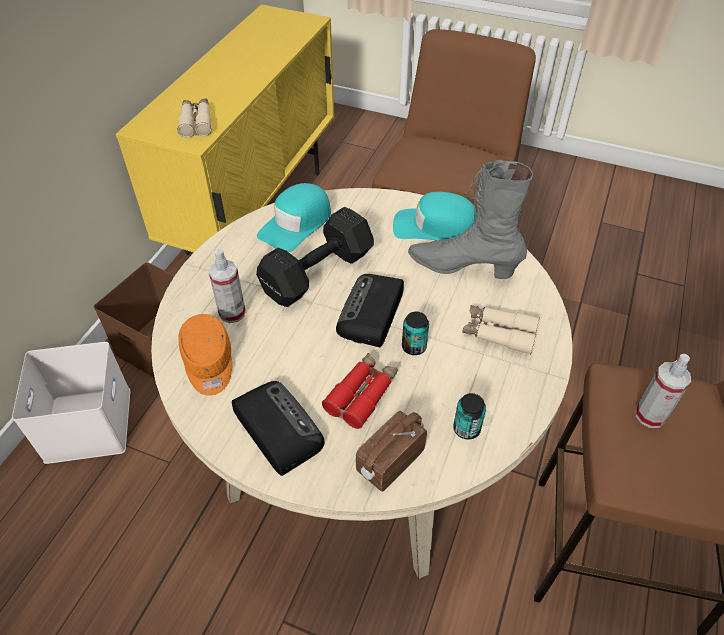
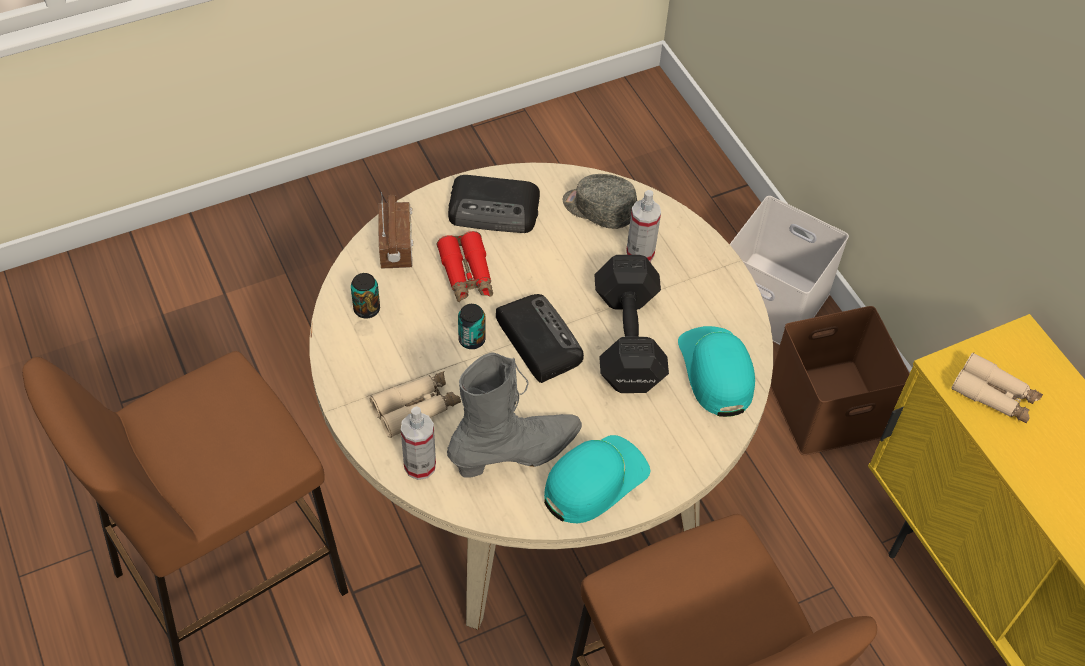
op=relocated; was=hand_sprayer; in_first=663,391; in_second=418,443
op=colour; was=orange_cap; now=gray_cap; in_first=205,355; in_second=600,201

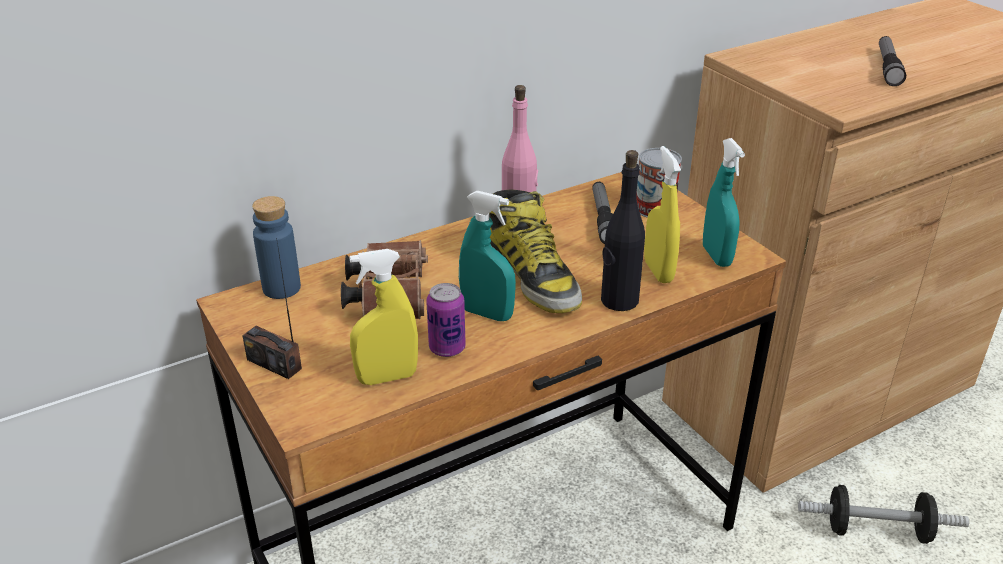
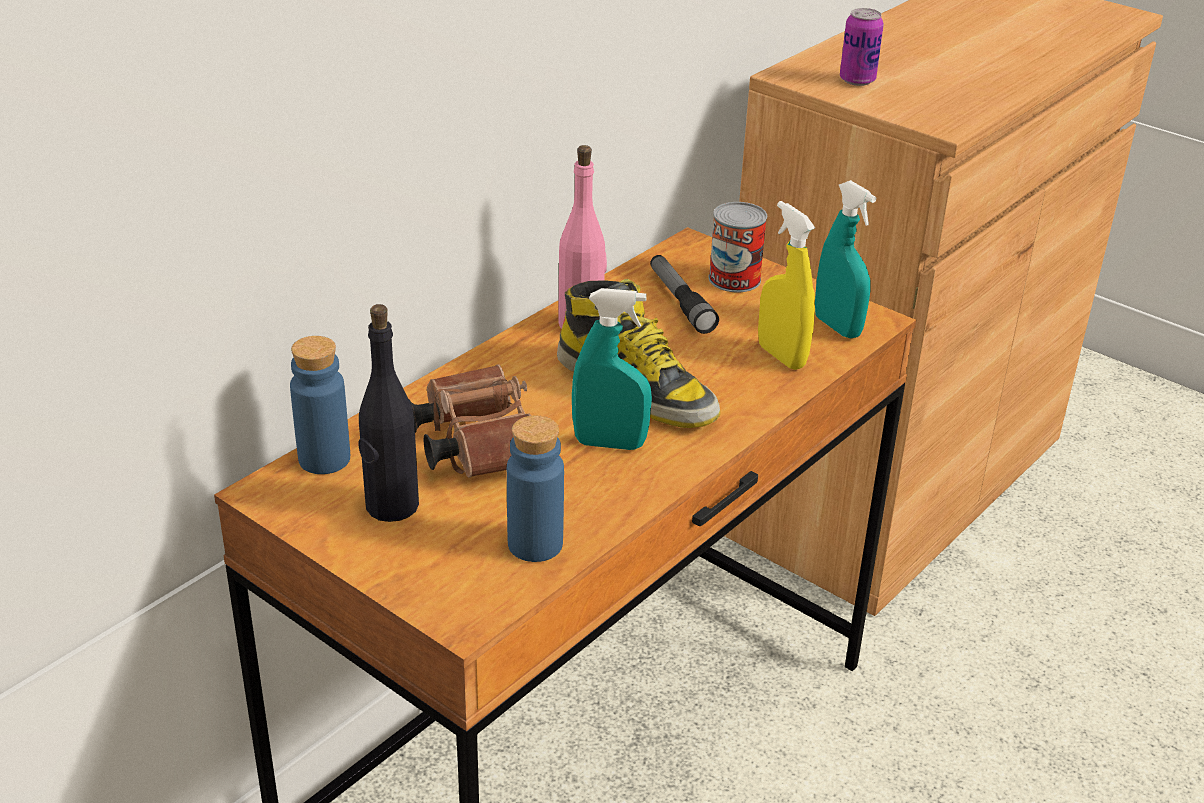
op=relocated; was=blackish_bottle; in_first=623,230; in_second=388,413
op=exchanged; was=yellow-coloured_hand_sprayer; now=blue-coloured_bottle; in_first=384,317; in_second=535,488
op=relocated; was=sealed_can; in_first=446,320; in_second=862,47
op=missing; was=radio_receiver; in_first=272,310
op=missing; was=hand_weight; in_first=883,514
op=missing; was=flashlight; in_first=892,61

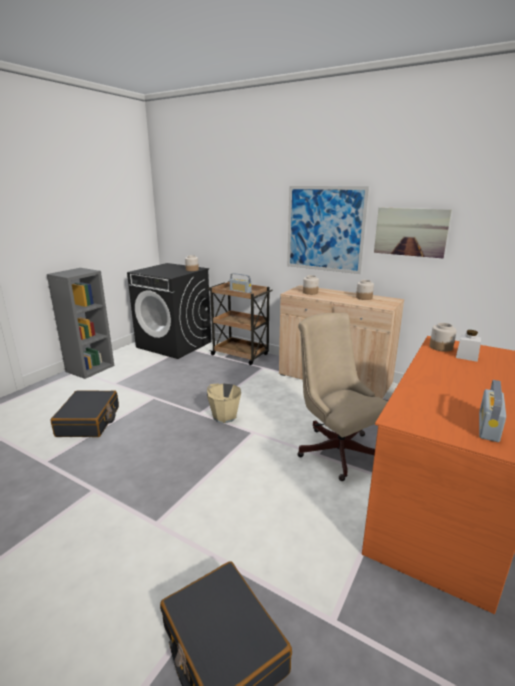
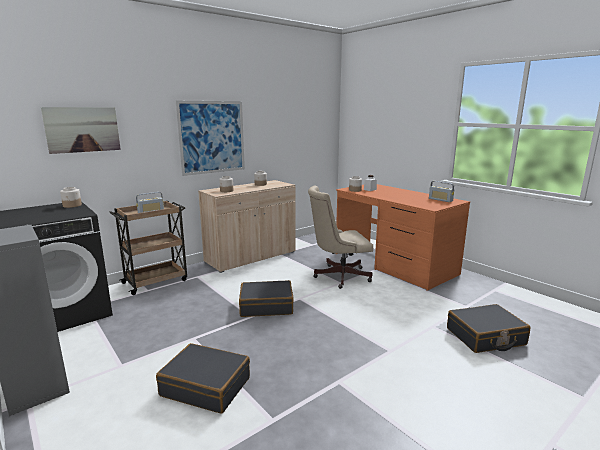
op=relocated; was=picture; in_first=413,232; in_second=81,130
op=exchanged; was=sand-coloured_water_bucket; now=blackish_travel_case; in_first=224,403; in_second=266,298

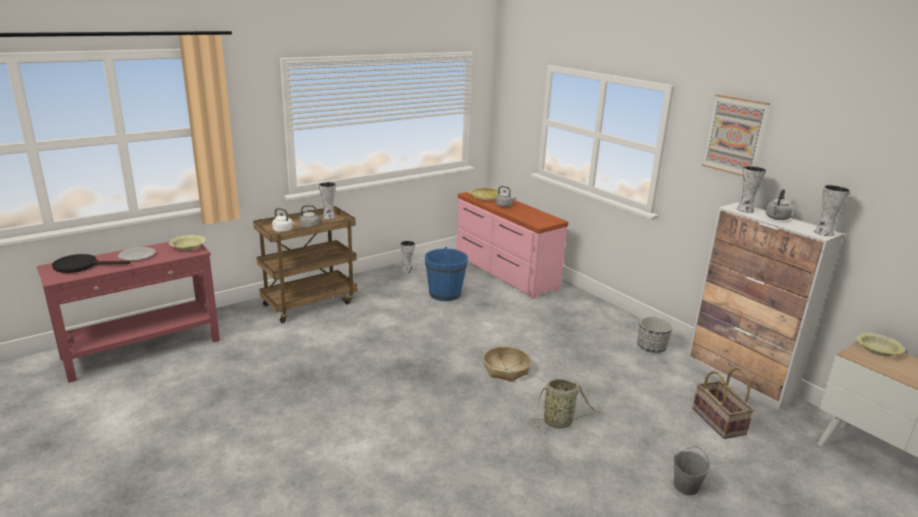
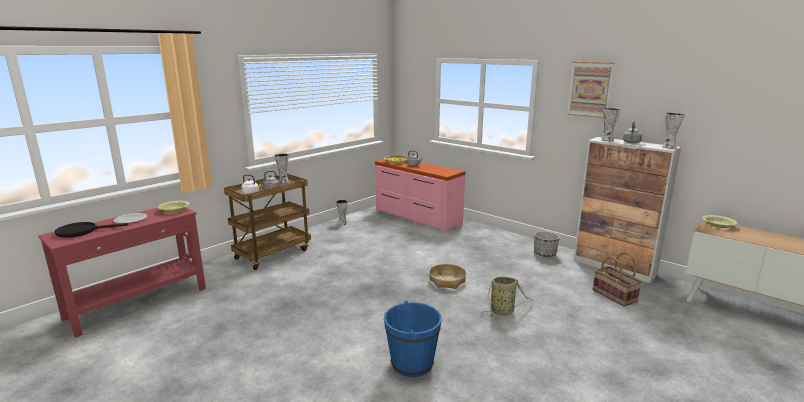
op=relocated; was=blue-coloured_water_bucket; in_first=446,274; in_second=413,338
op=missing; was=gray_water_bucket; in_first=691,470

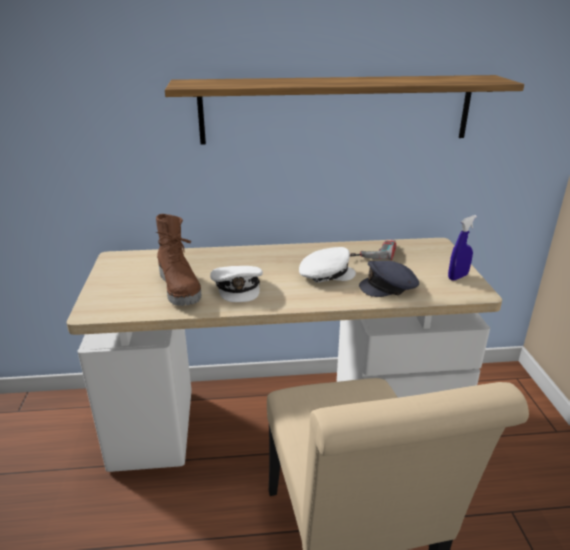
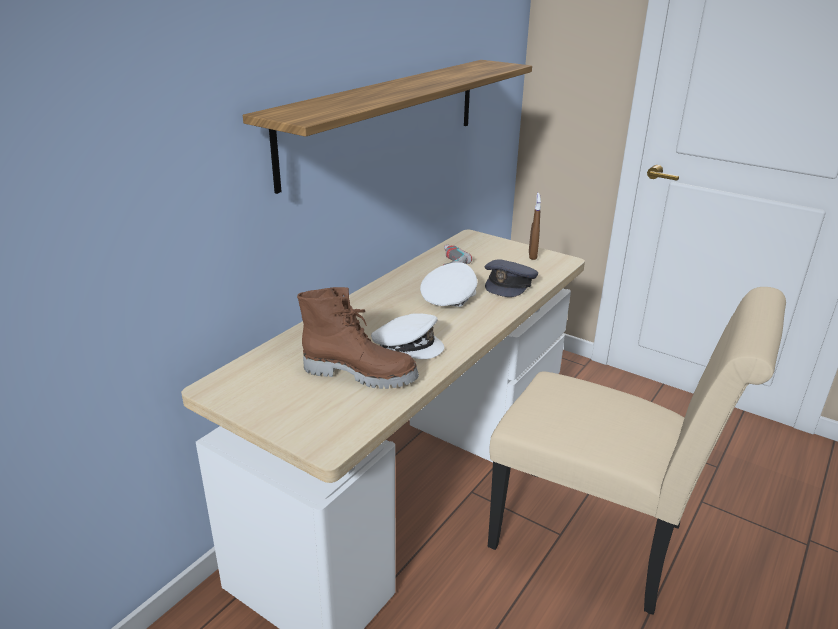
op=colour; was=blue-coloured_hand_sprayer; now=brown_hand_sprayer; in_first=462,248; in_second=535,226

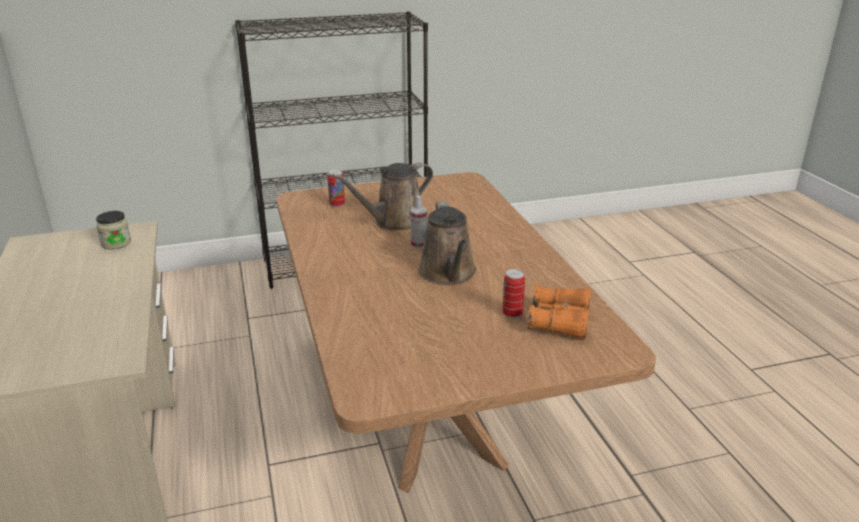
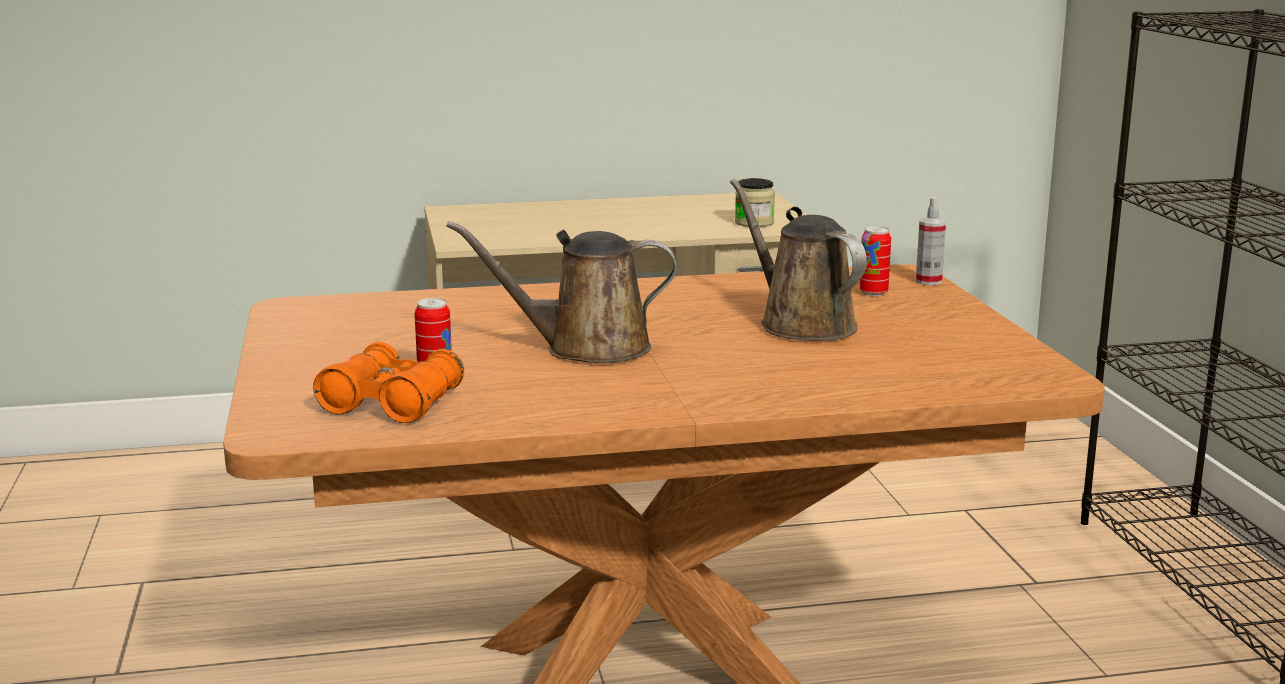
op=relocated; was=hand_sprayer; in_first=418,222; in_second=931,241

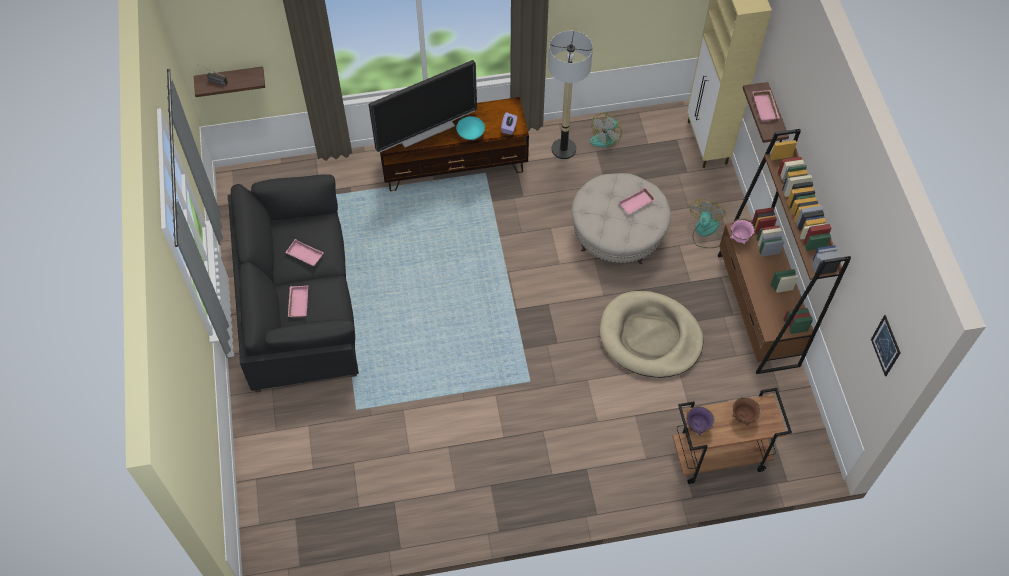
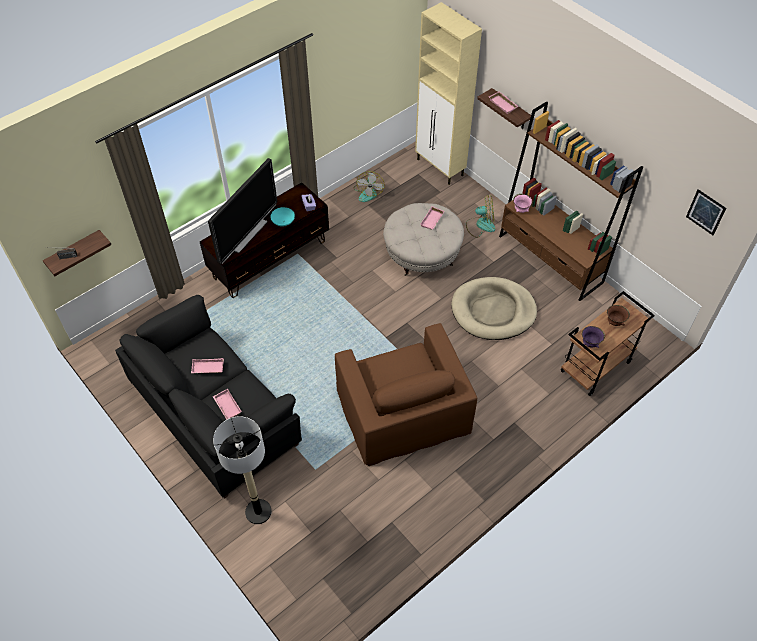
op=relocated; was=floor_lamp; in_first=570,95; in_second=242,470
op=appeared; now=brown_armchair; in_second=406,394
op=spun; was=fan; in_first=707,223; in_second=480,216; clockwise=105

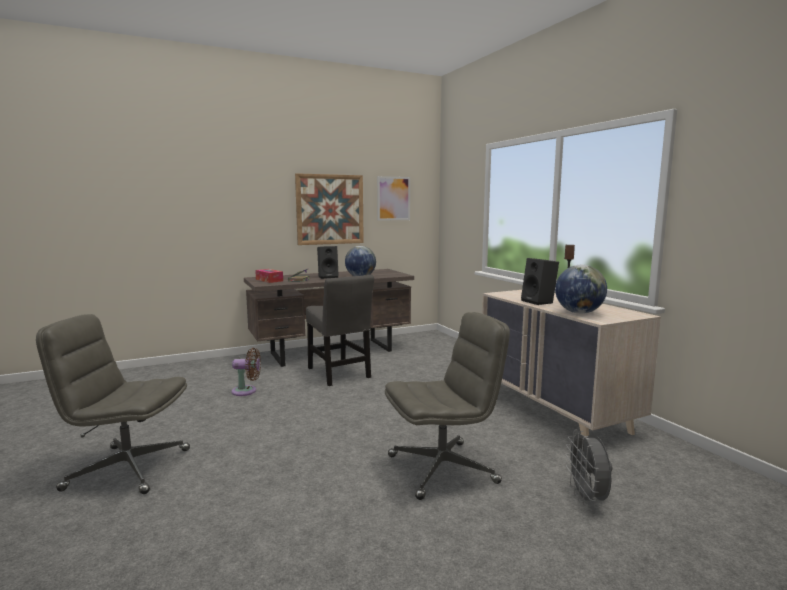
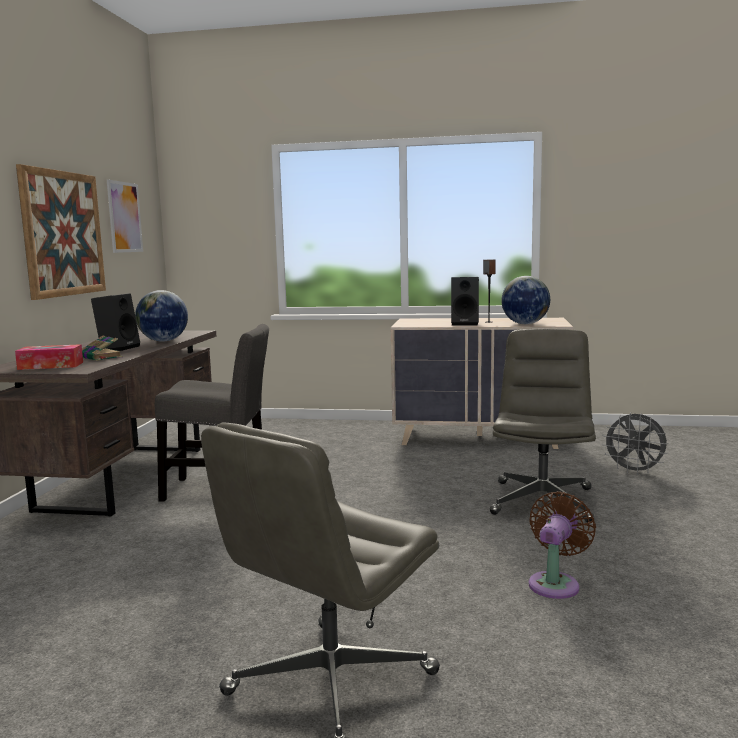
op=relocated; was=brown_fan; in_first=246,372; in_second=562,545

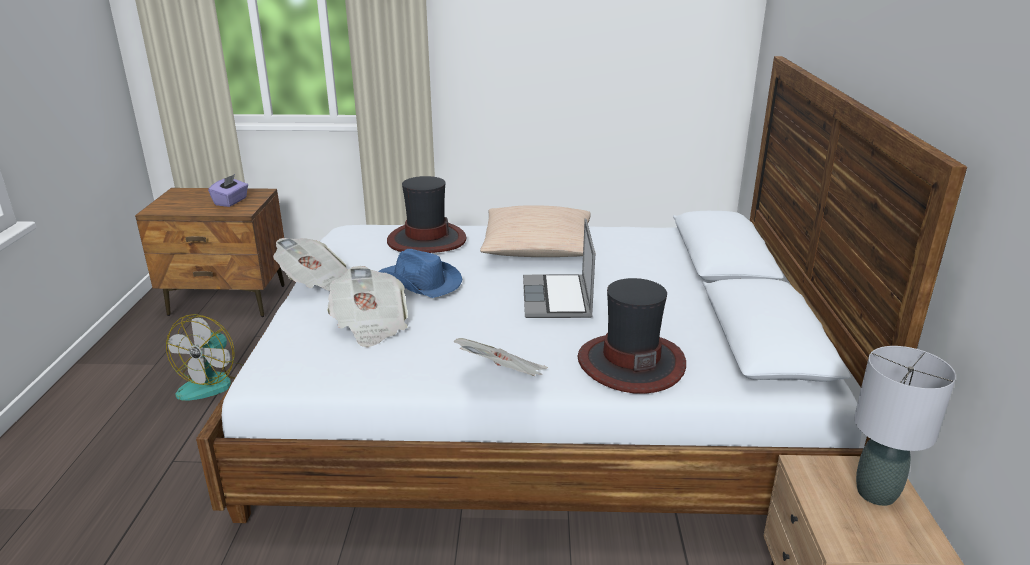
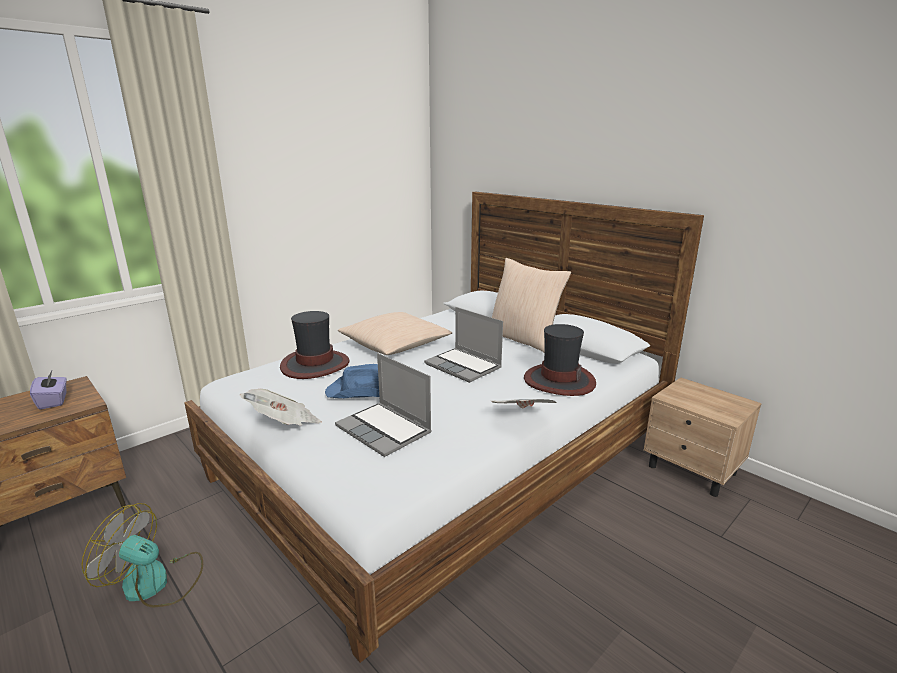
op=spun; was=fan; in_first=204,357; in_second=142,555; clockwise=135
op=exchanged; was=daily_paper; now=portable_computer; in_first=367,306; in_second=383,405
op=appeared; now=sand-coloured_cushion; in_second=531,305
op=missing; was=gray_table_lamp; in_first=905,426

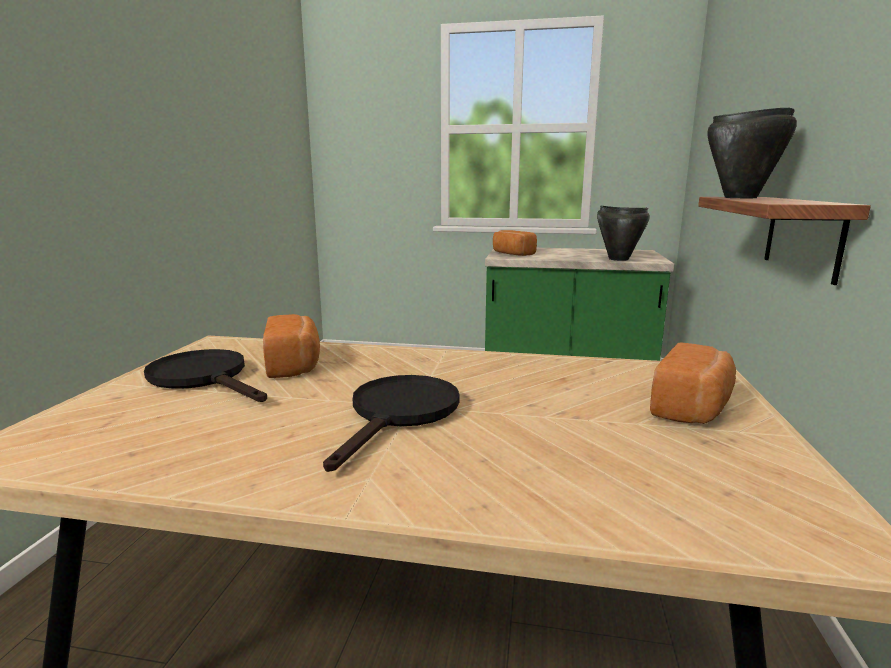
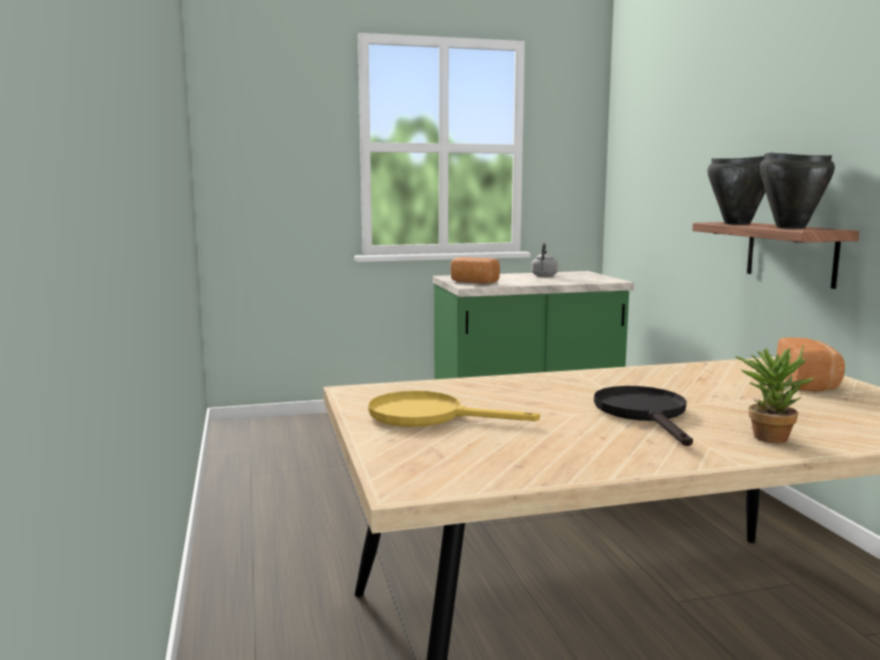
op=colour; was=blackish_frying_pan; now=yellow-coloured_frying_pan; in_first=205,375; in_second=454,409
op=appeared; now=gray_water_kettle; in_second=544,260
op=appeared; now=potted_plant; in_second=774,394
op=relocated; was=blackish_cooking_pot; in_first=623,233; in_second=797,191
op=missing; was=baked_bread; in_first=291,346

